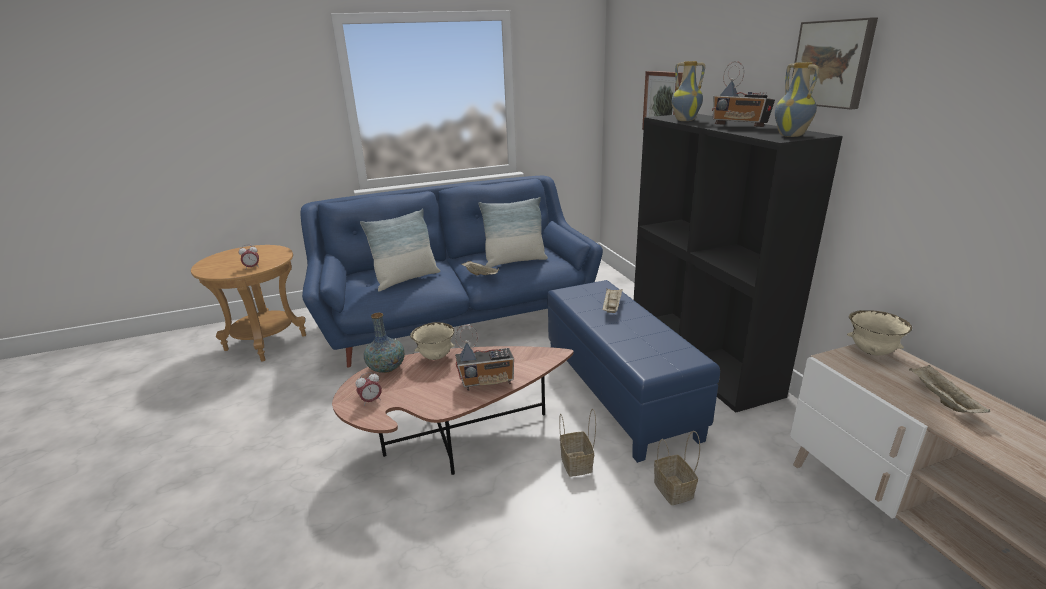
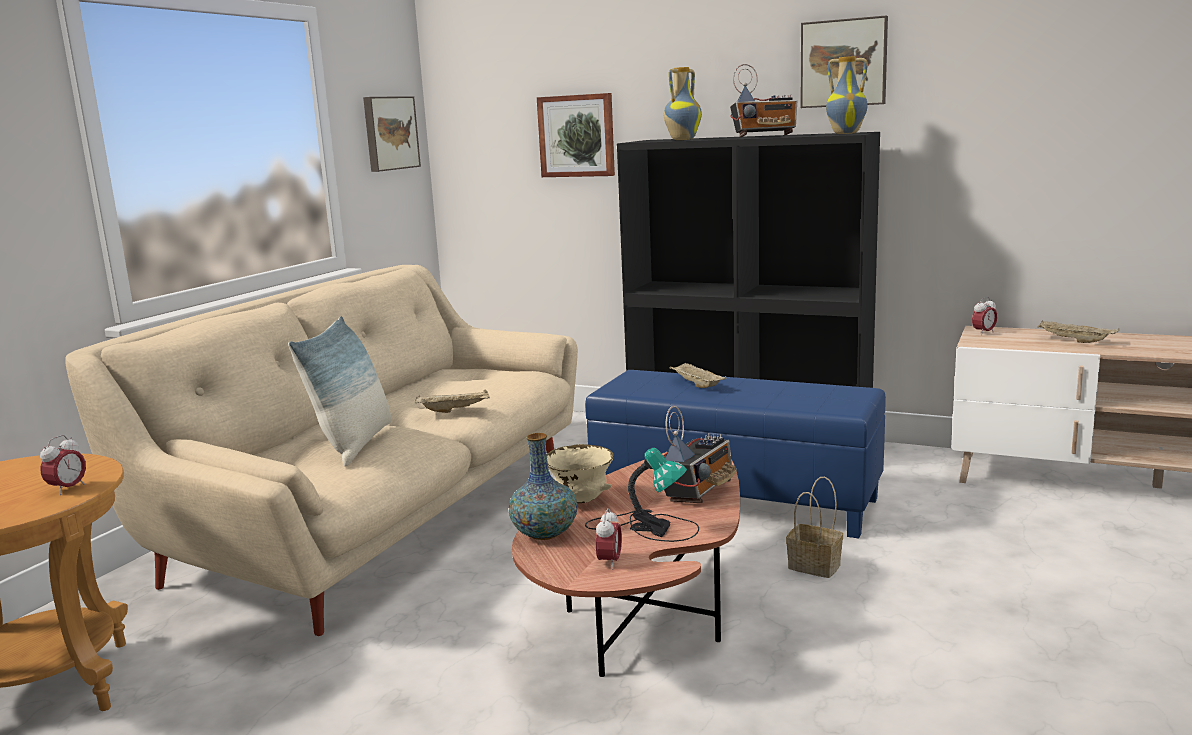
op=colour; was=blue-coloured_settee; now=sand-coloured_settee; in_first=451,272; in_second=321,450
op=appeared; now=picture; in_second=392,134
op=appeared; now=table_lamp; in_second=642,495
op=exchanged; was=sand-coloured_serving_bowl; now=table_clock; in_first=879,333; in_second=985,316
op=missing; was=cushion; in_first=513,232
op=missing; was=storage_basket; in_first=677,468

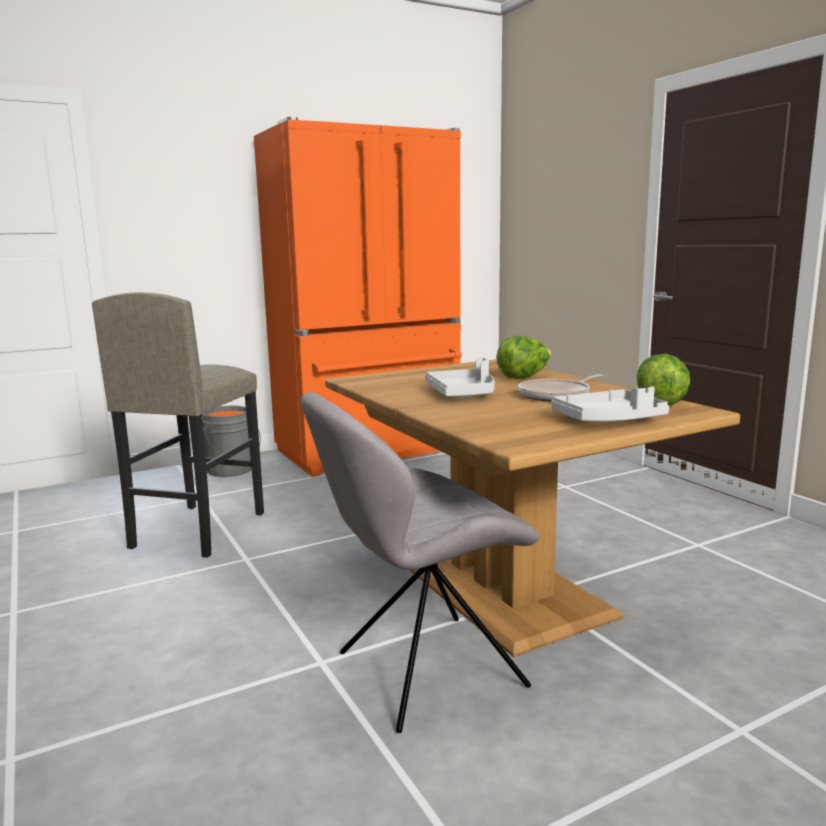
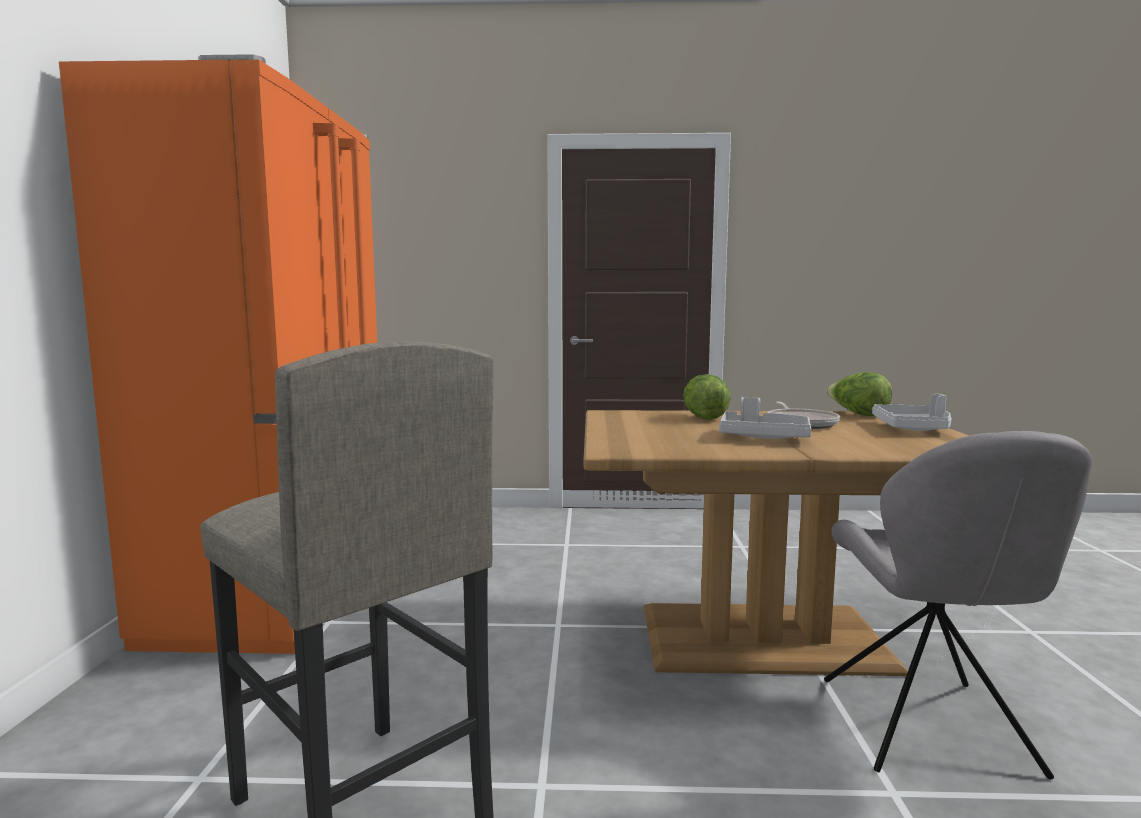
op=missing; was=gray_water_bucket; in_first=231,441

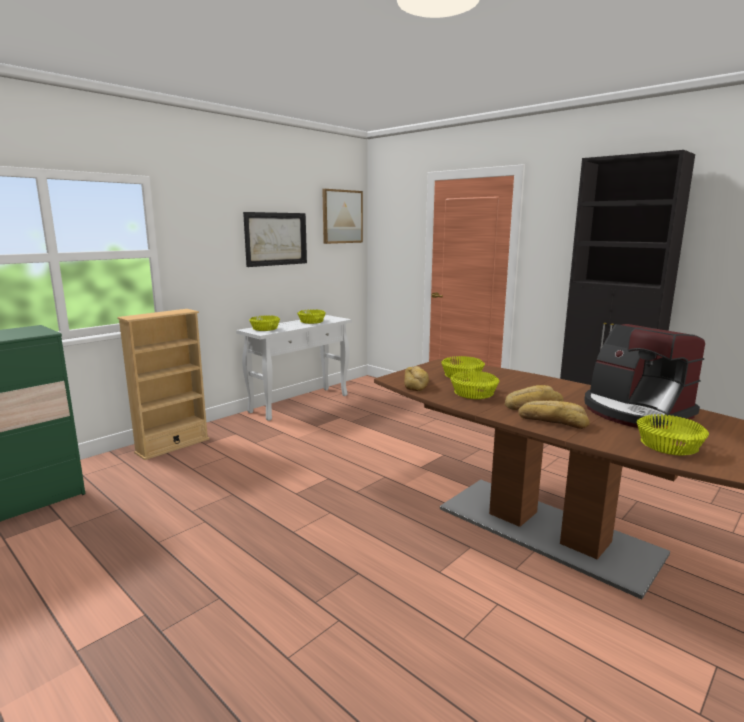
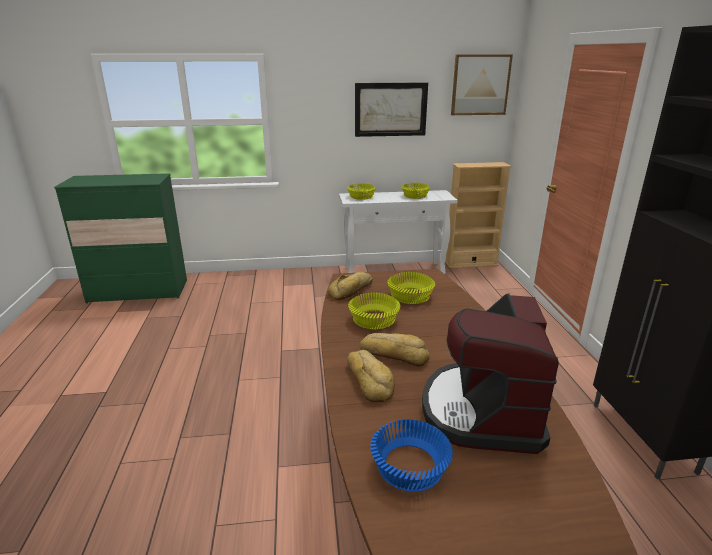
op=colour; was=yellow-coloured_serving_bowl; now=blue-coloured_serving_bowl; in_first=673,434; in_second=411,455
op=relocated; was=sand-coloured_bookcase; in_first=163,384; in_second=478,215

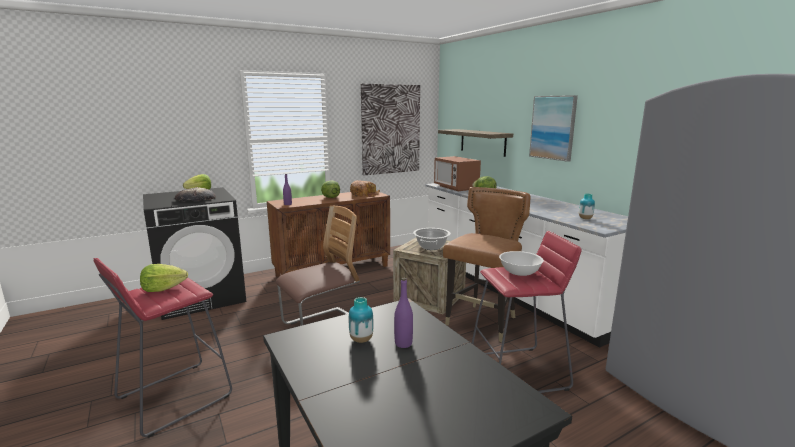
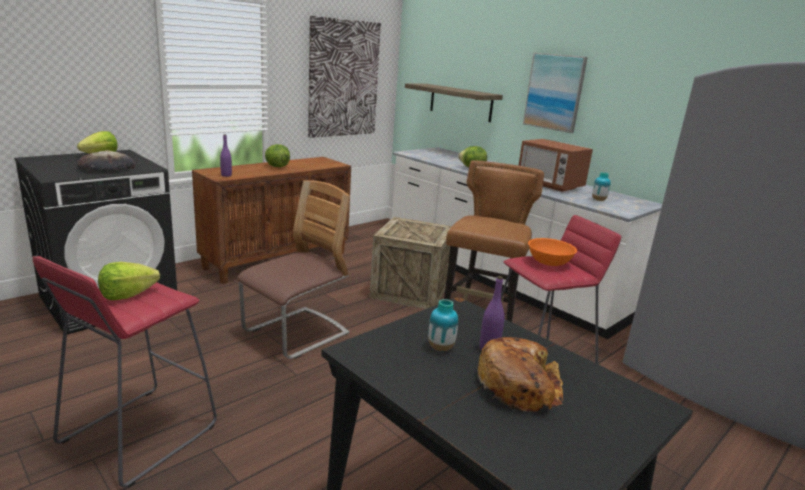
op=relocated; was=baked_bread; in_first=365,188; in_second=520,374
op=relocated; was=microwave_oven; in_first=457,173; in_second=556,165
op=colour; was=white-coloured_serving_bowl; now=orange_serving_bowl; in_first=521,263; in_second=552,252
op=missing; was=cooking_pot; in_first=432,239

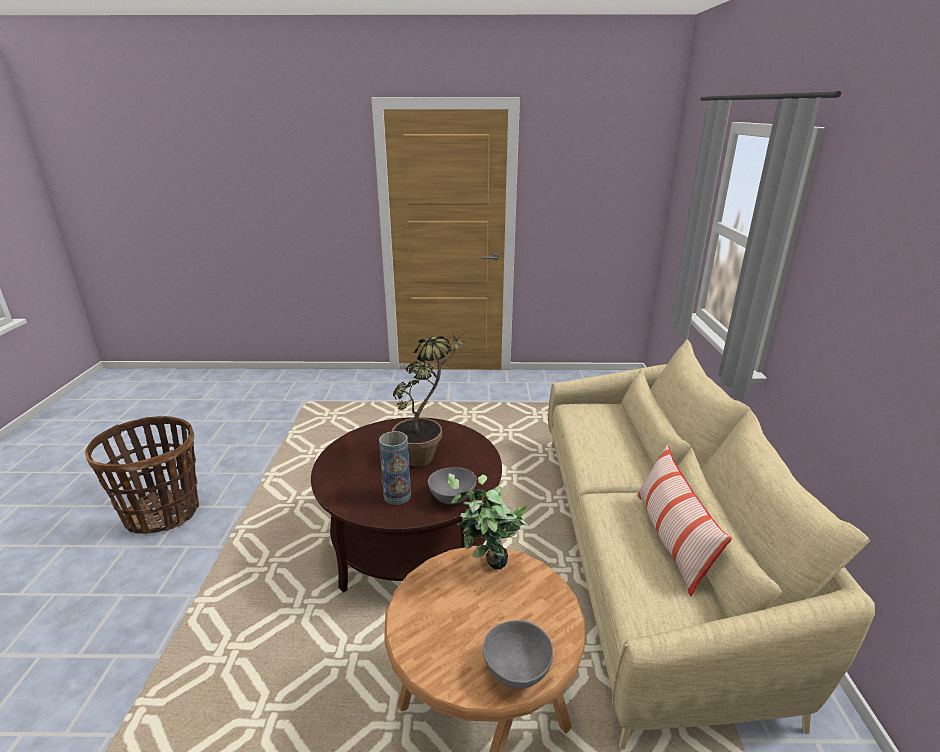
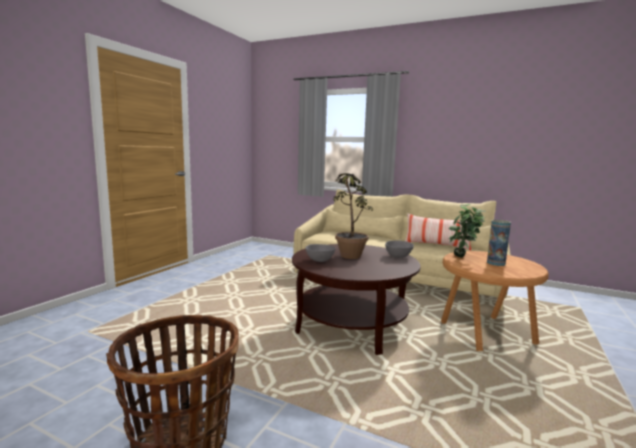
op=relocated; was=gray_serving_bowl; in_first=518,654; in_second=320,253
op=relocated; was=decorative_vase; in_first=395,468; in_second=499,243

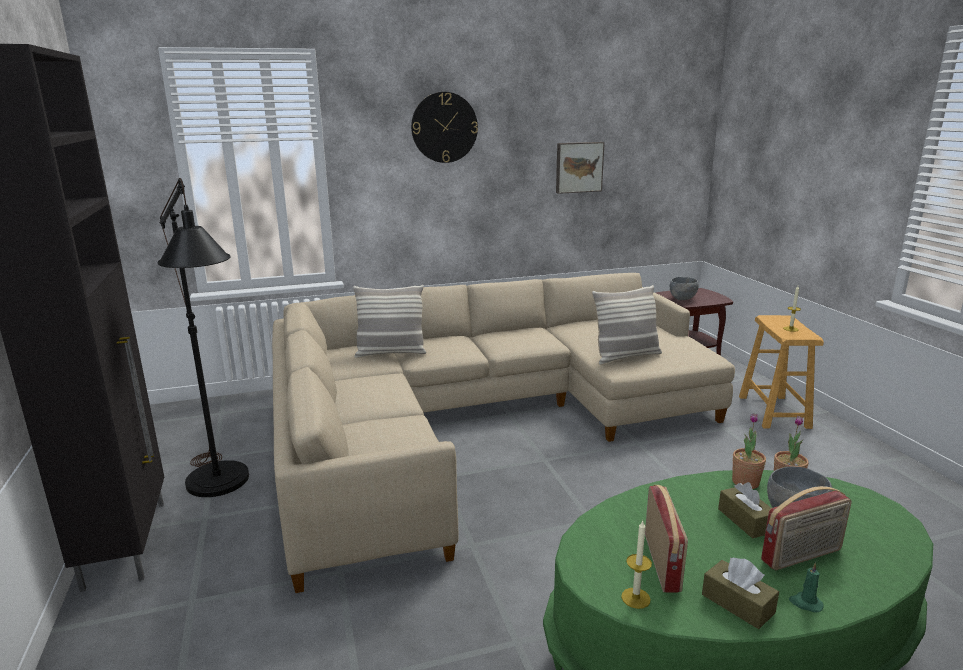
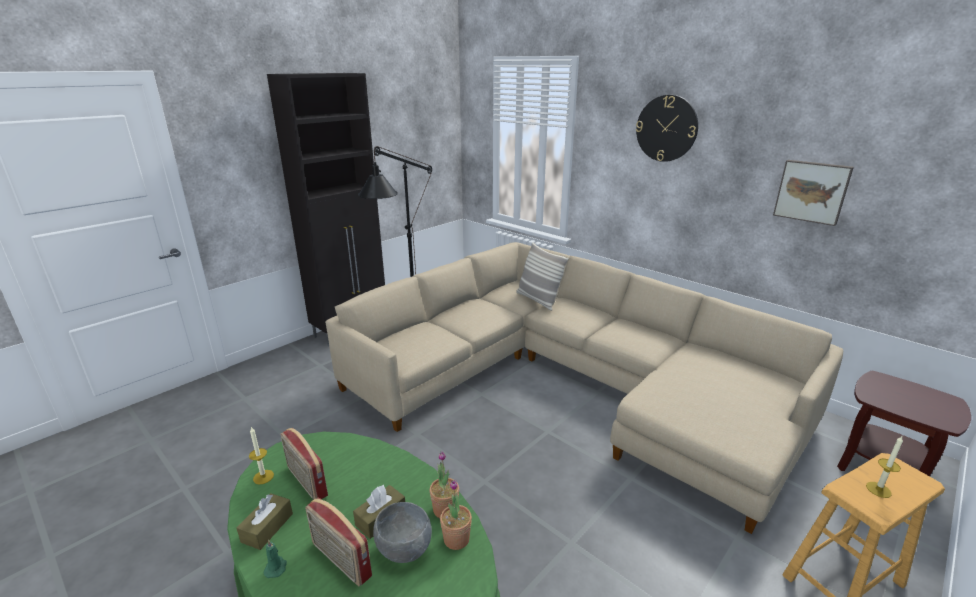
op=spun; was=radio_receiver; in_first=666,539; in_second=304,464; clockwise=75
op=missing; was=cushion; in_first=627,325
op=missing; was=gray_serving_bowl; in_first=684,288

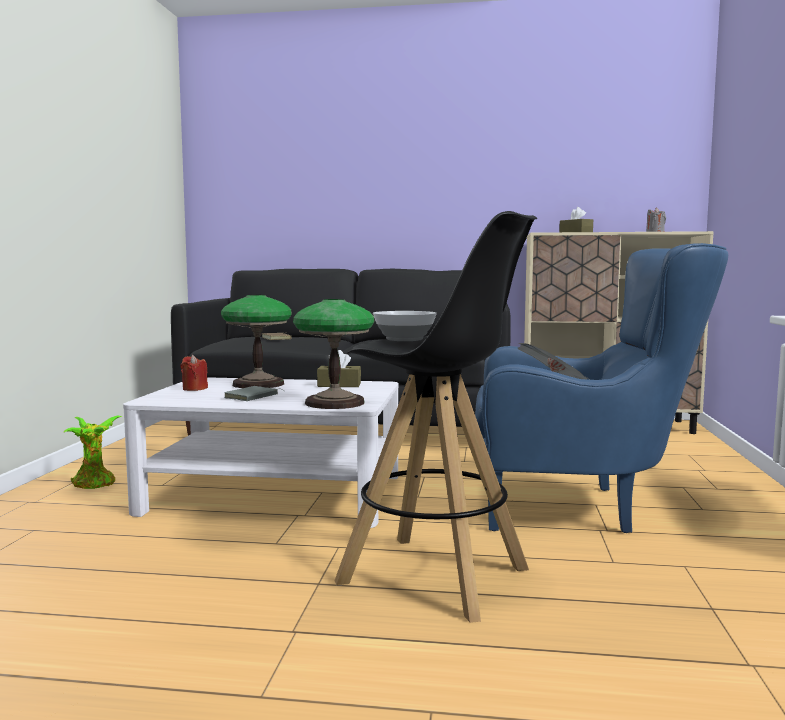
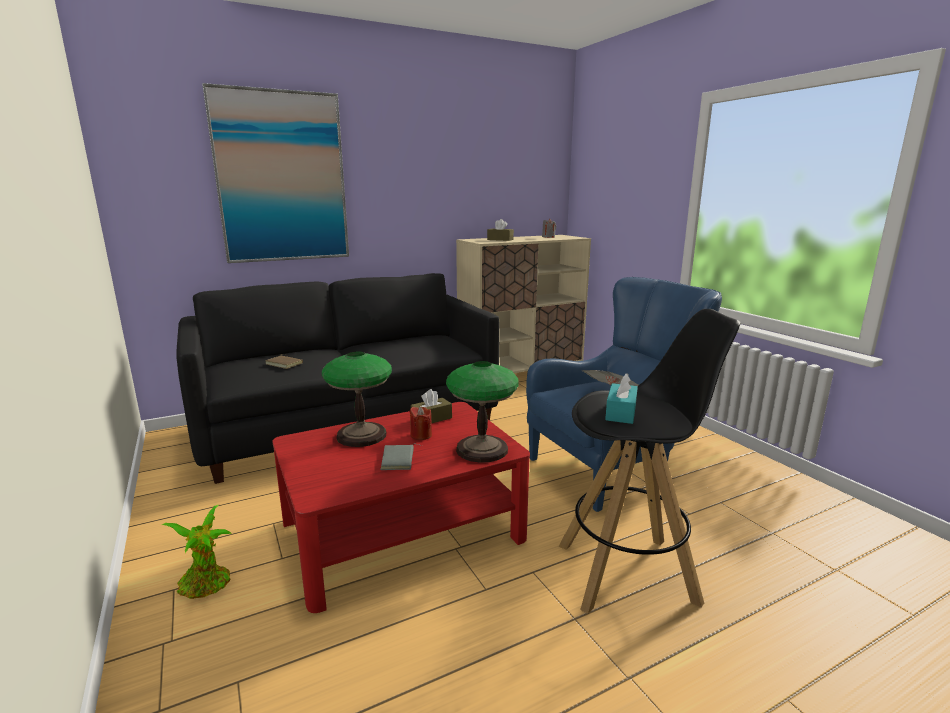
op=appeared; now=picture; in_second=275,173
op=colour; was=white-coloured_coffee_table; now=red_coffee_table; in_first=261,452; in_second=401,507
op=relocated; was=red_wax_candle; in_first=194,373; in_second=421,423
op=exchanged; was=serving_bowl; now=turquoise_tissue_box; in_first=405,326; in_second=621,398

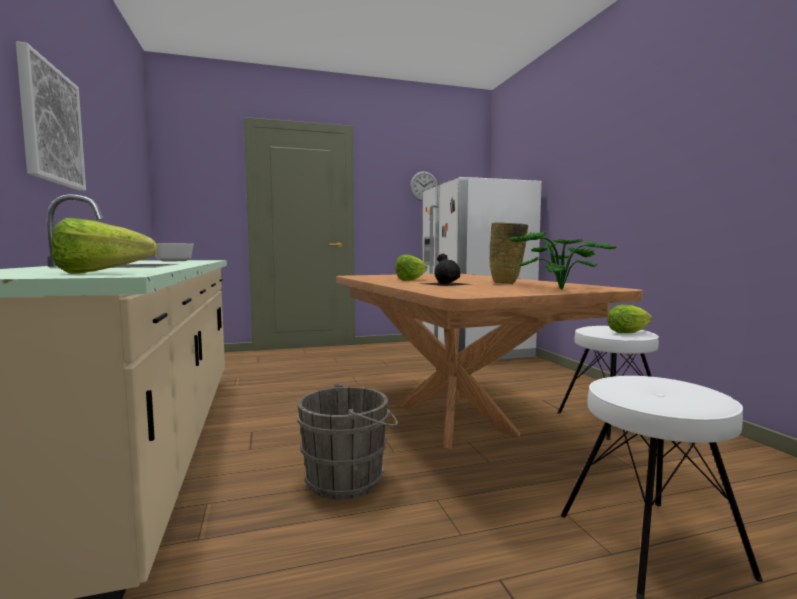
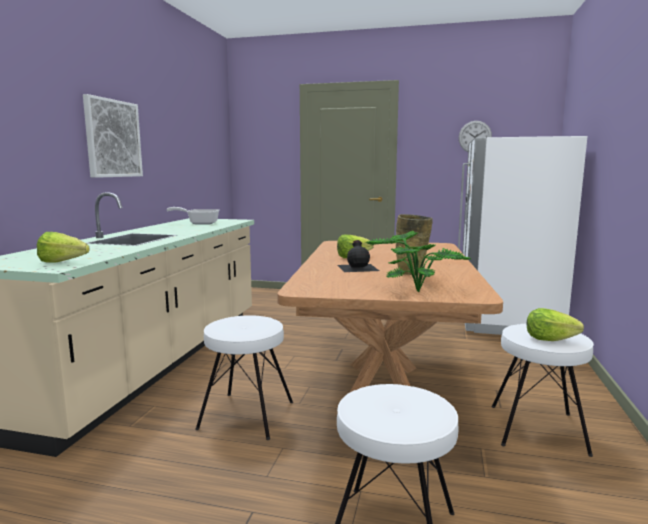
op=exchanged; was=gray_water_bucket; now=white-coloured_stool_seat; in_first=347,441; in_second=244,377

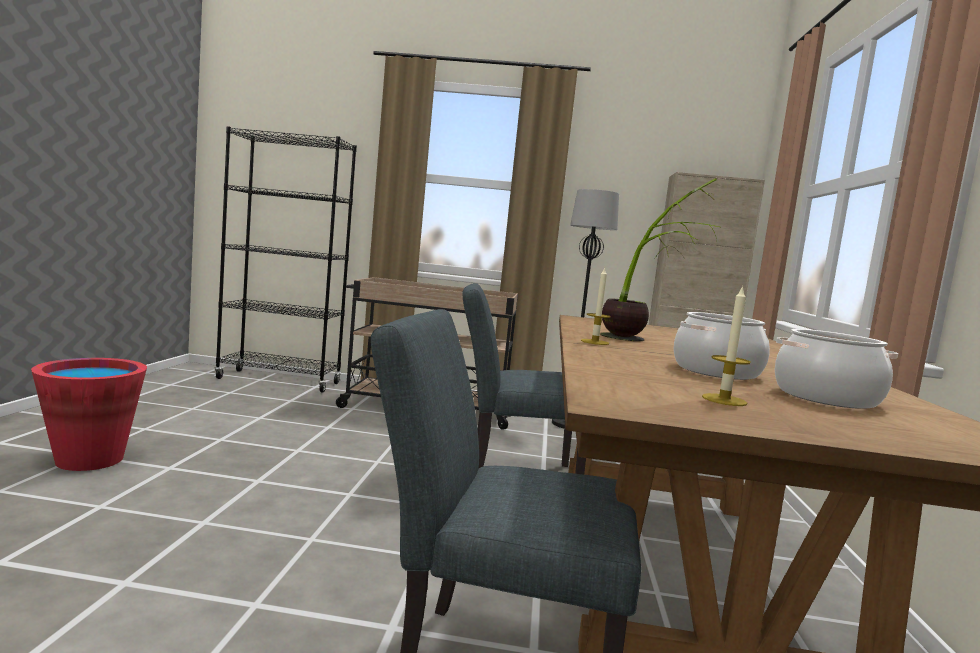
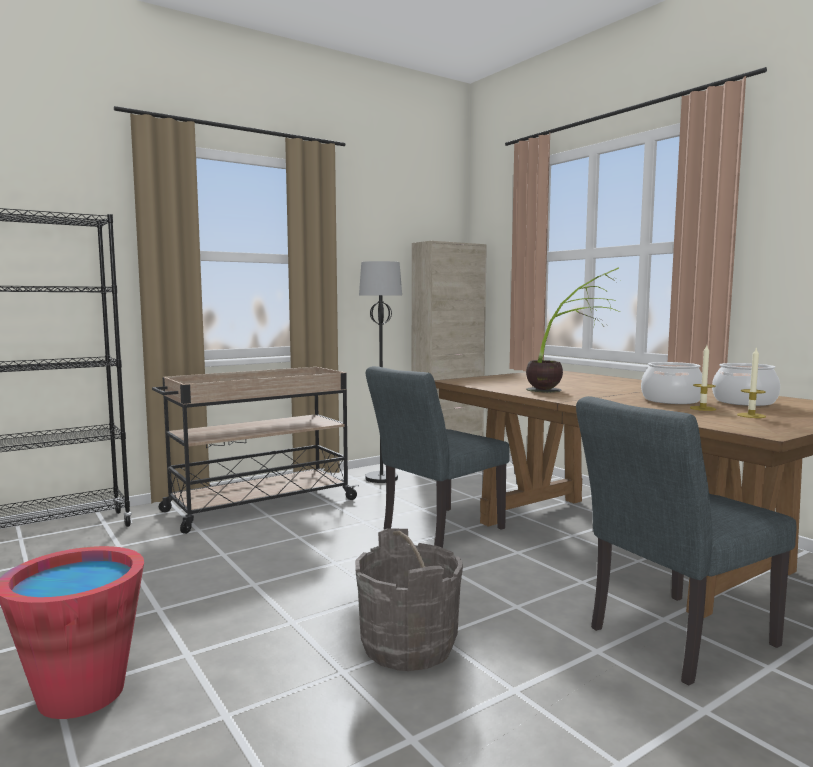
op=appeared; now=gray_water_bucket; in_second=409,599
op=relocated; was=wax_candle; in_first=596,306; in_second=703,378

